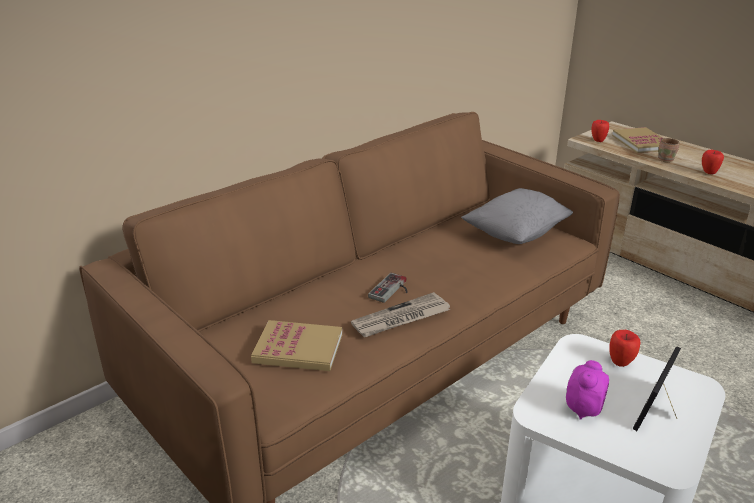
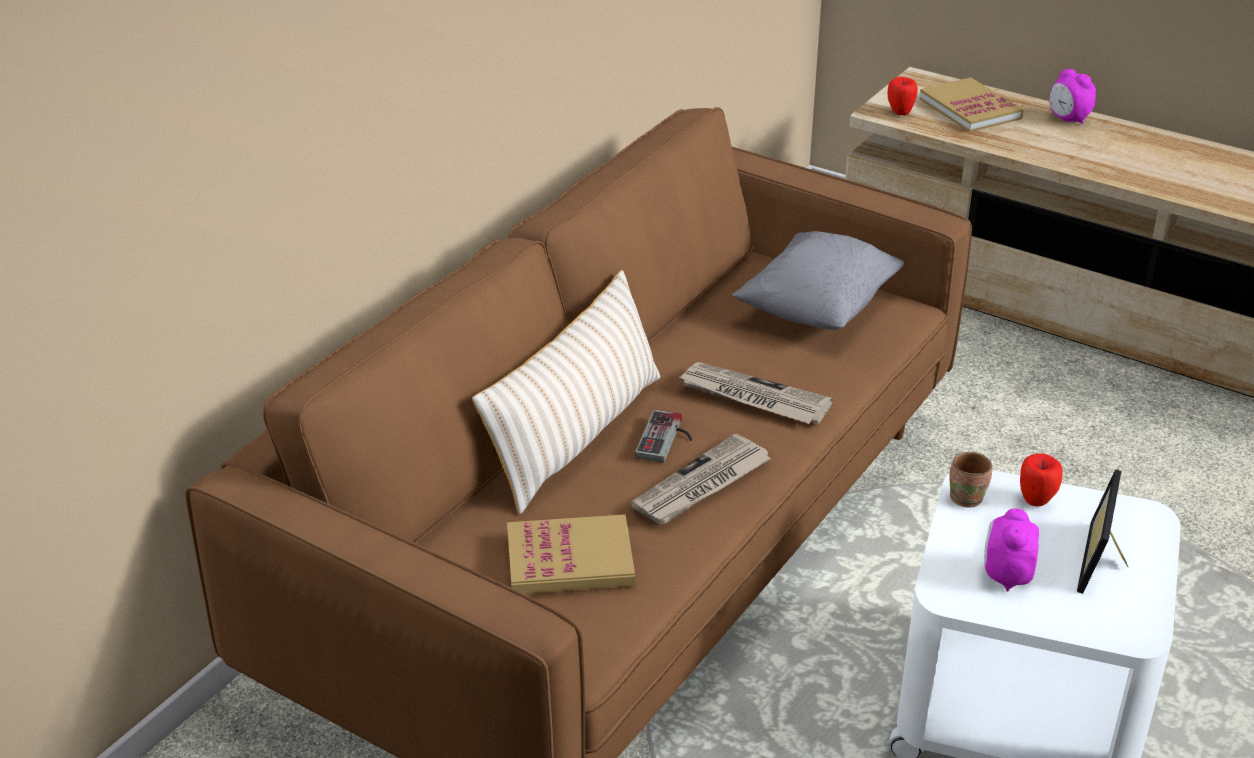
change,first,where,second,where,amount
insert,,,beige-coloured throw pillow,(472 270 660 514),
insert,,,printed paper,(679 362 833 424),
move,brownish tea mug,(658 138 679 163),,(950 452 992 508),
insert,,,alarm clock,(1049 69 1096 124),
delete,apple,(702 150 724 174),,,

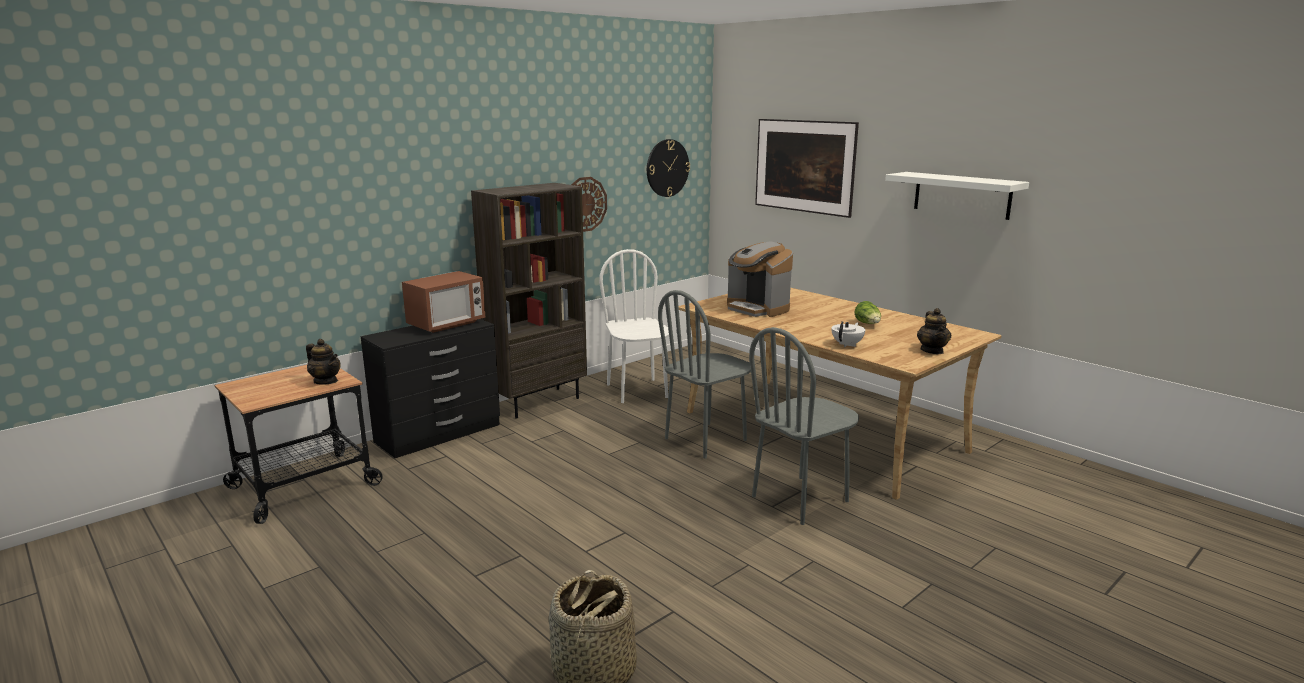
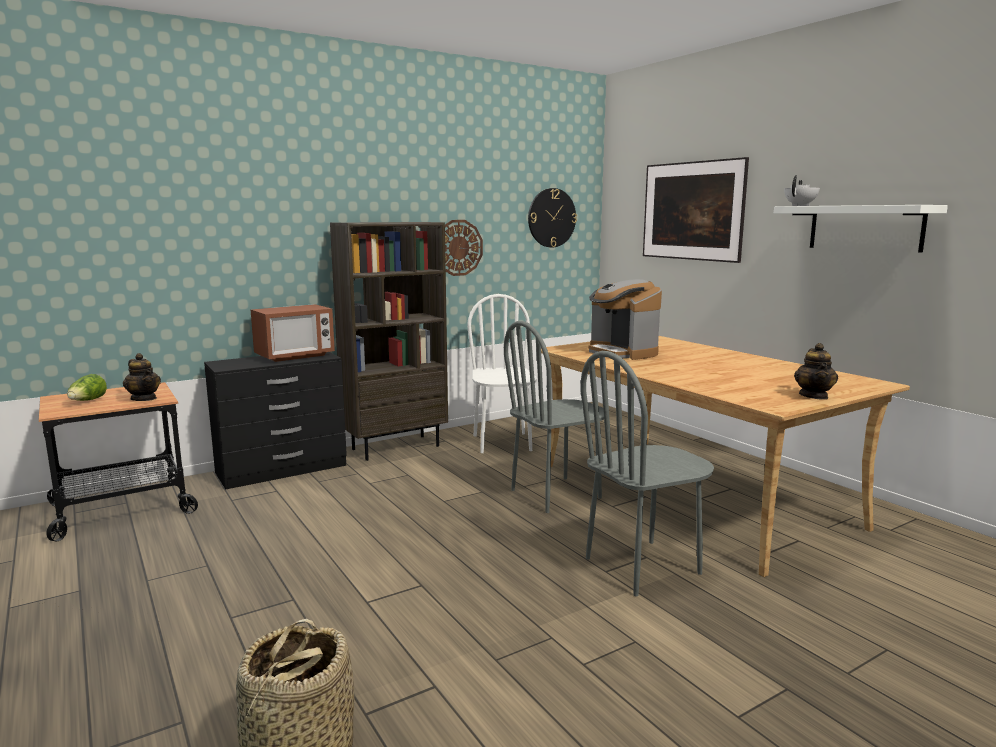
change,first,where,second,where,amount
move,head of lettuce,(855 301 881 324),,(67 374 107 401),
move,white teapot,(831 321 865 347),,(784 175 820 206),

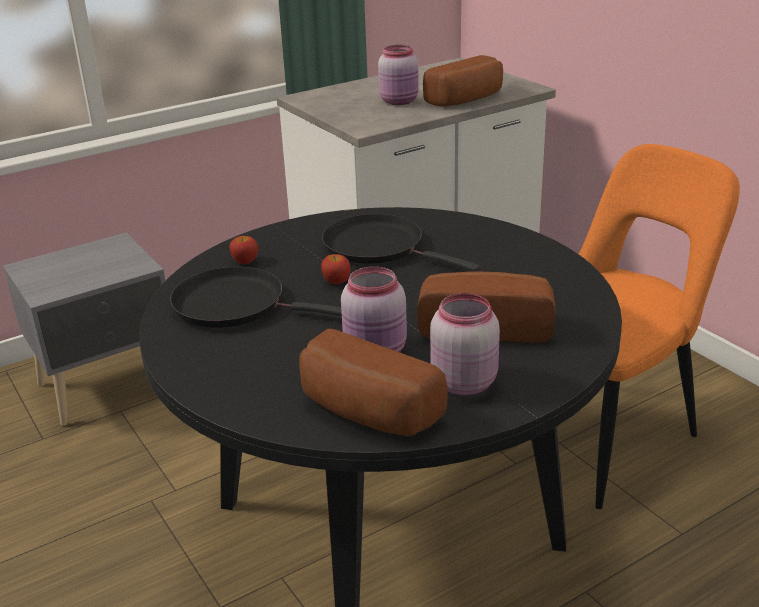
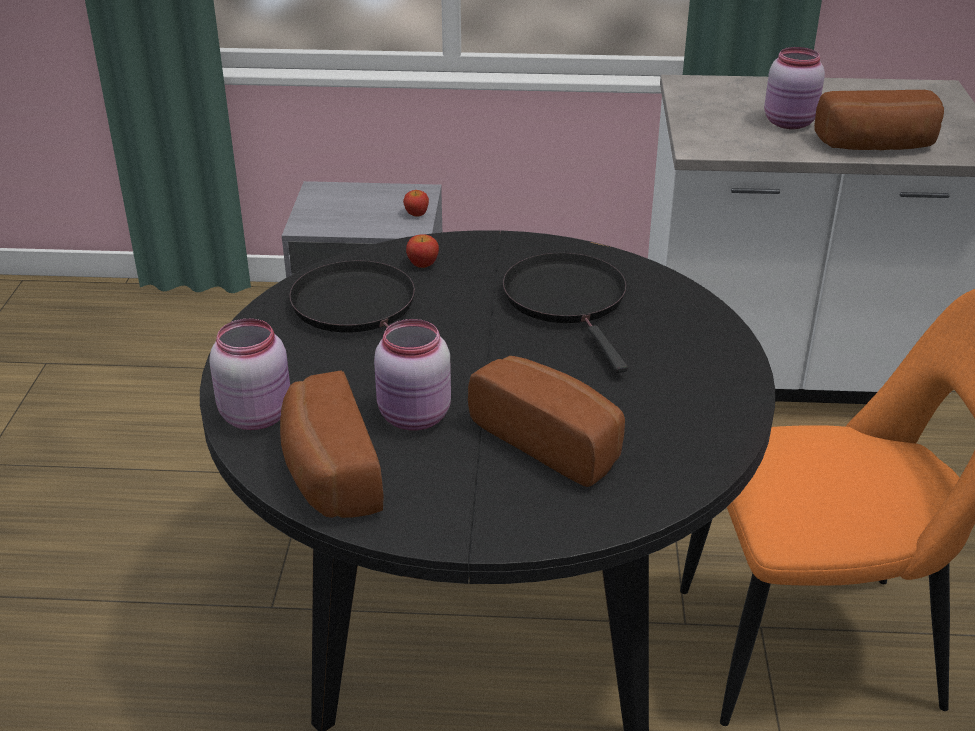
change,first,where,second,where,amount
move,pink jar,(430 293 500 395),,(209 319 290 430),
move,apple,(321 254 350 284),,(403 190 429 217),

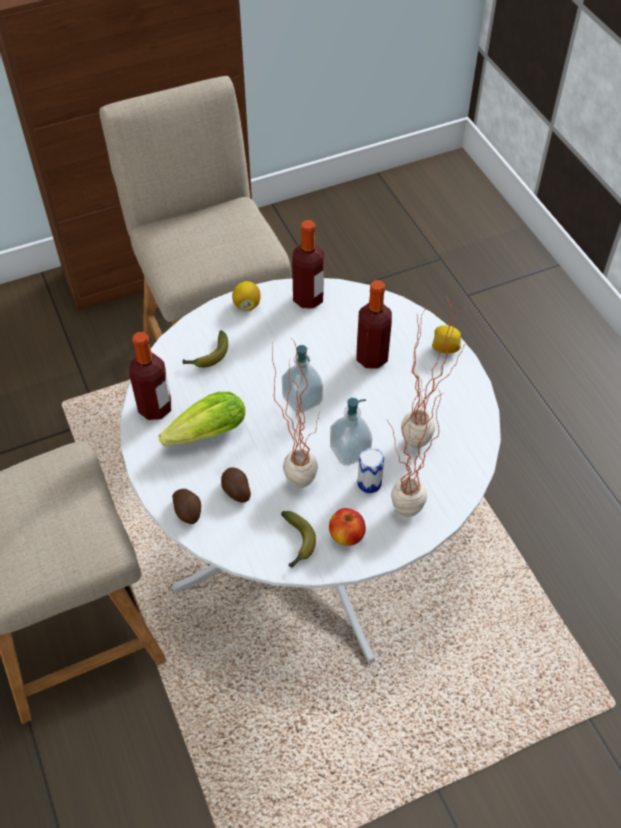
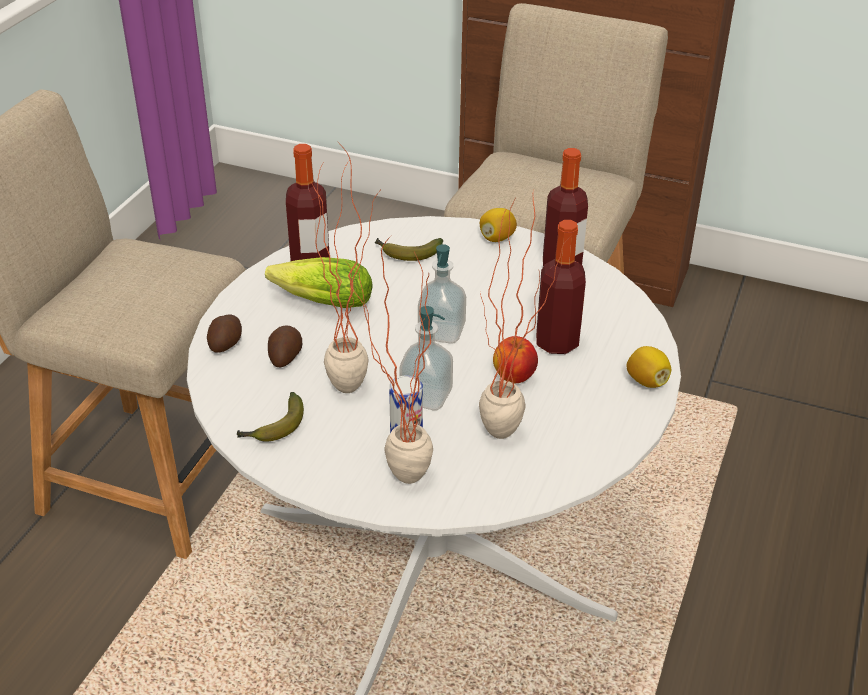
change,first,where,second,where,amount
move,apple,(329 508 366 546),,(493 336 538 383),

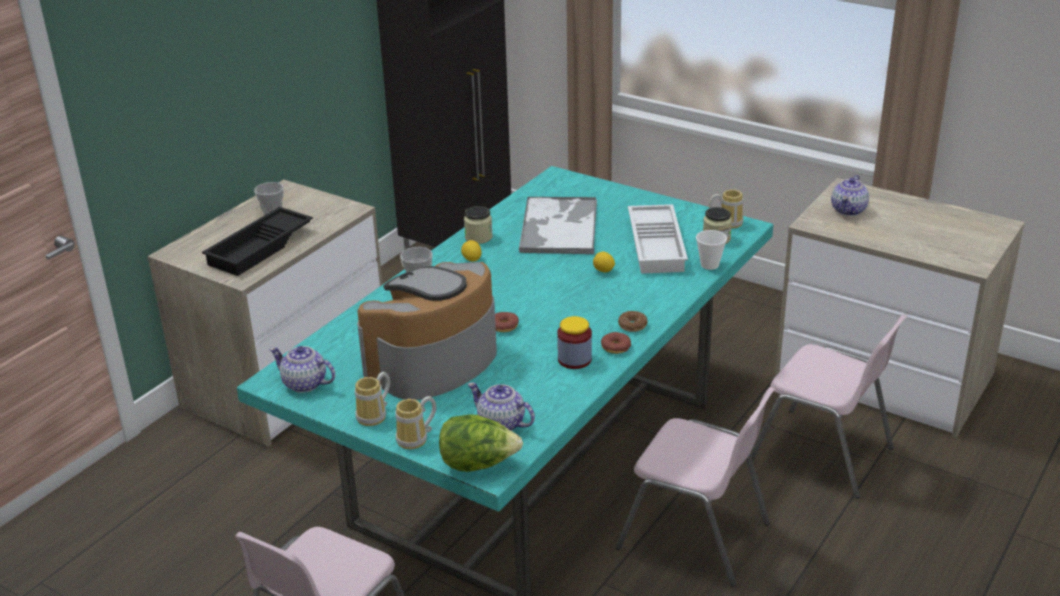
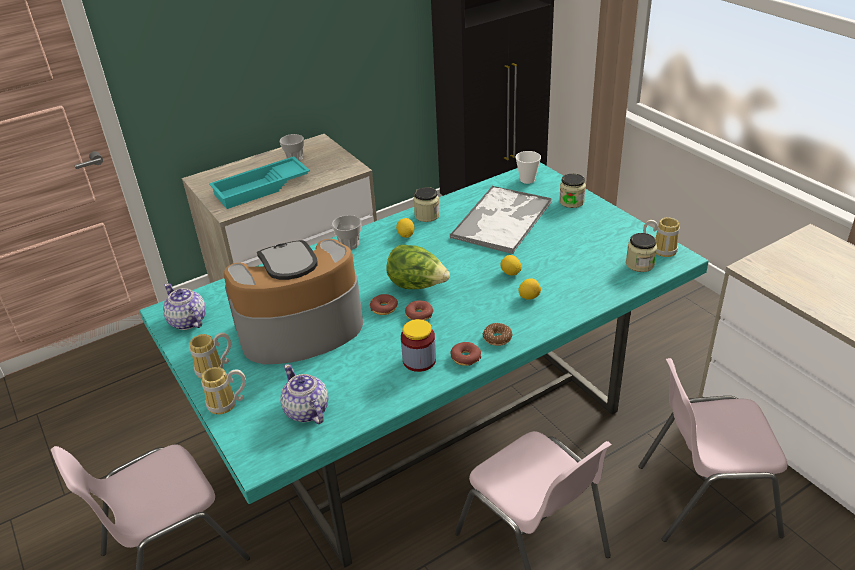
change,first,where,second,where,amount
recolor,black carrying tray,(202 207 313 276),blue-green carrying tray,(209 156 310 209),
move,head of lettuce,(439 415 523 472),,(387 245 450 289),
insert,,,donut,(405 301 434 320),
move,cup,(696 230 727 270),,(515 151 541 184),
insert,,,lemon,(518 278 541 300),
insert,,,jar,(559 174 586 208),
rotate,pink plain chair,(751 315 907 499),,(639 358 788 542),120 degrees clockwise
delete,white carrying tray,(628 204 688 274),,,
delete,teapot,(831 175 869 216),,,

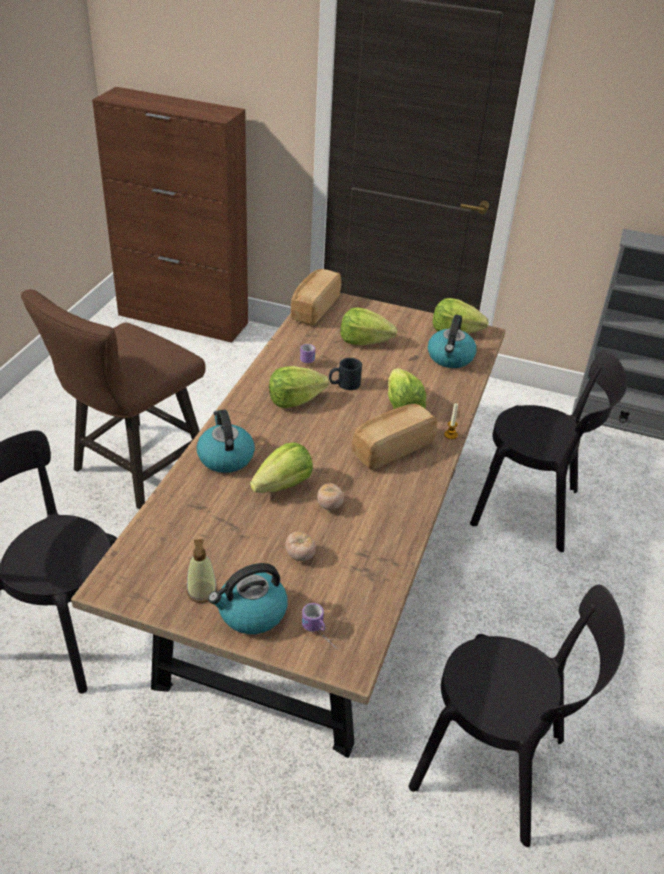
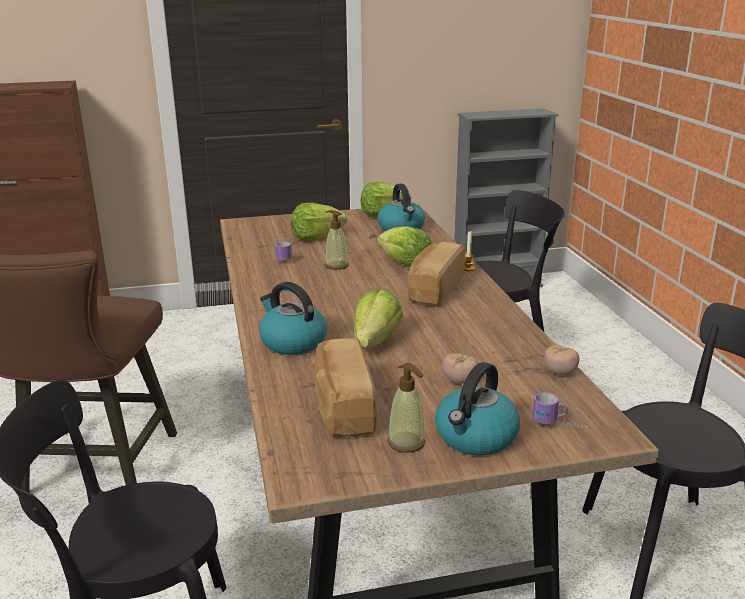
change,first,where,second,where,amount
move,bread,(291 269 341 326),,(315 337 377 437),
replace,black tea mug,(329 358 362 390),liquid soap bottle,(325 210 349 270),
move,whole tomato,(317 483 344 510),,(544 345 579 375),
delete,head of lettuce,(269 366 329 408),,,

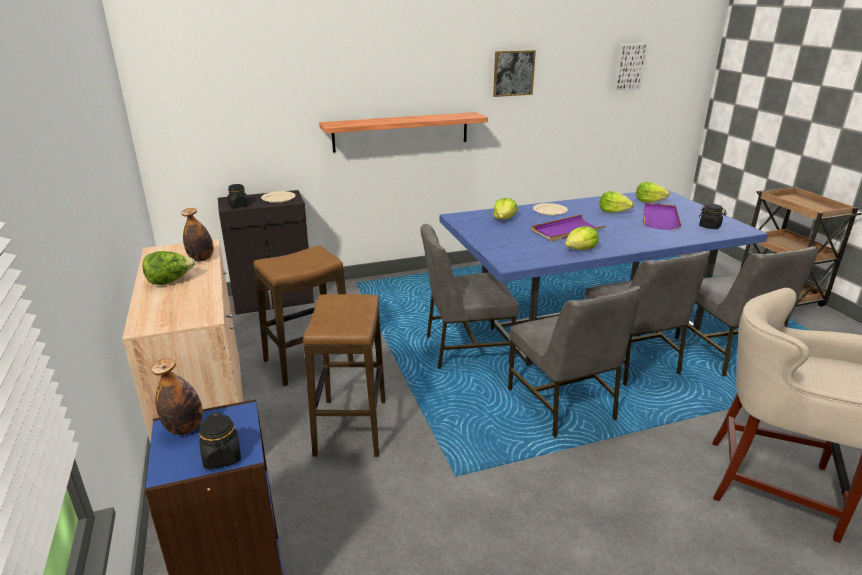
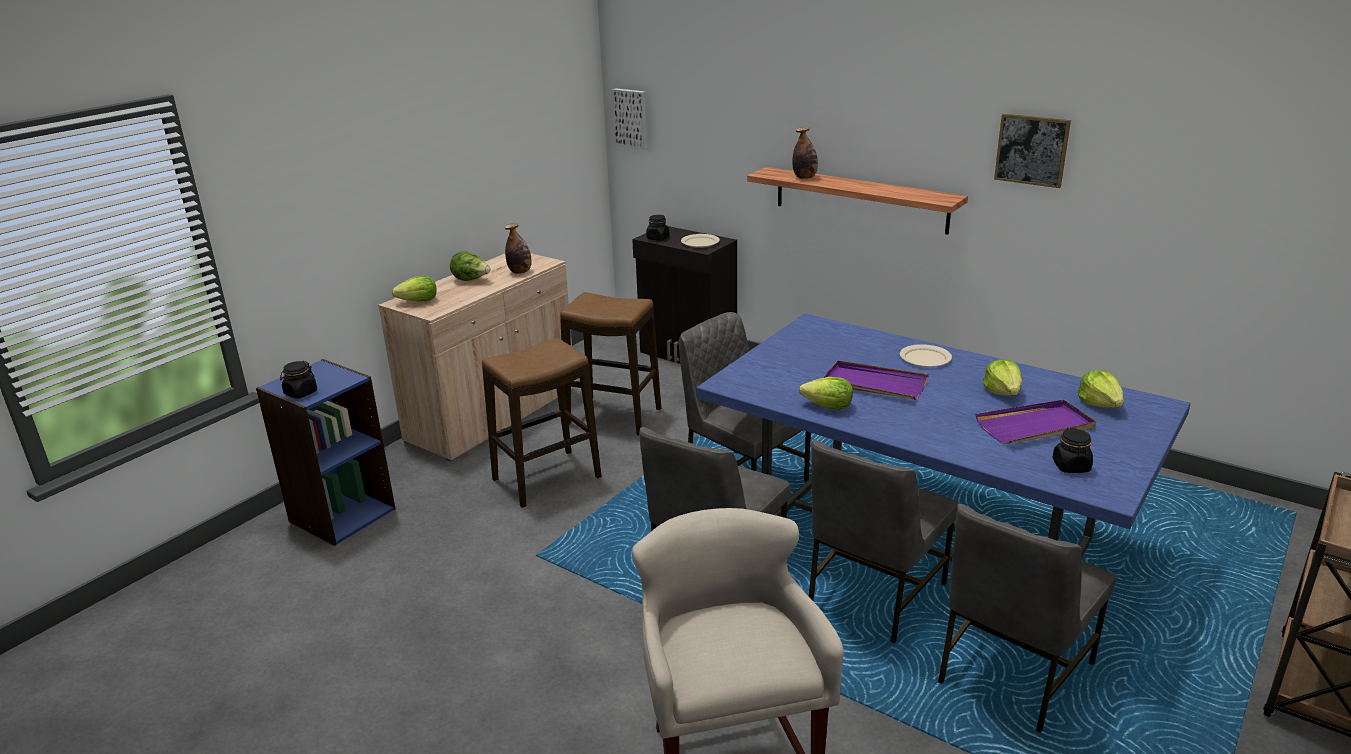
change,first,where,second,where,amount
move,head of lettuce,(493 198 518 219),,(392 276 437 302),
move,picture,(614 43 647 91),,(612 88 648 150),
move,drink bottle,(151 358 203 435),,(792 127 818 179),

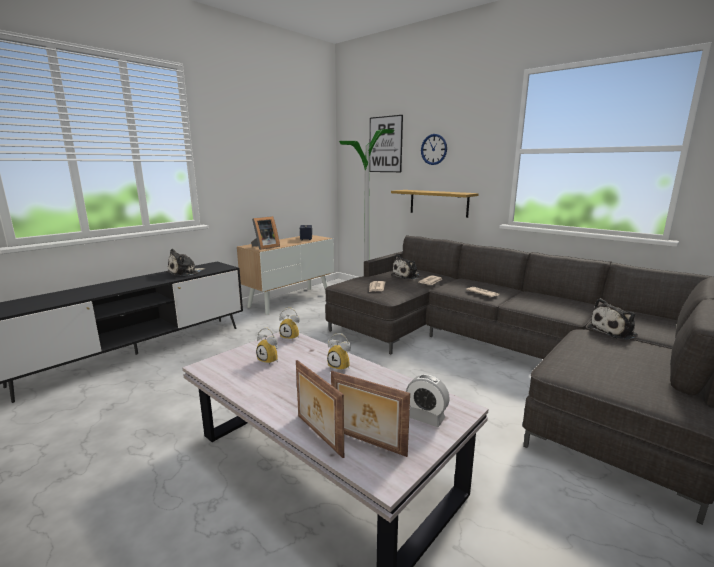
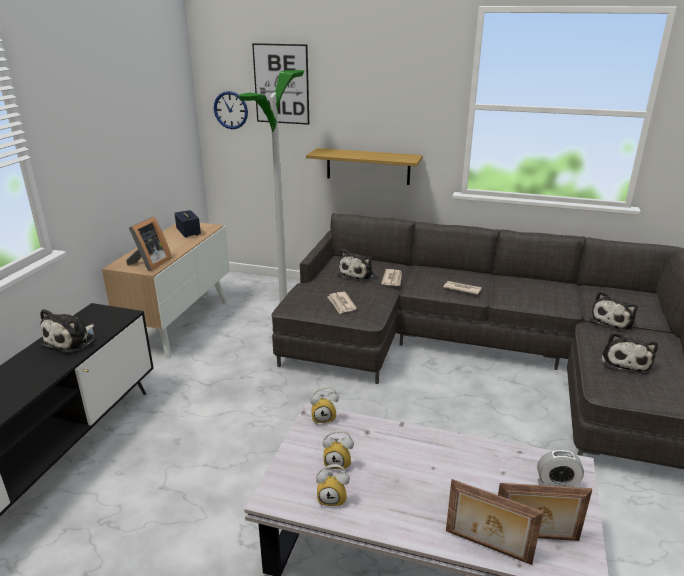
change,first,where,second,where,amount
move,clock on the wall,(421 134 447 165),,(214 91 248 129),
move,alarm clock,(327 333 351 370),,(316 464 350 507),
insert,,,plush toy,(601 332 658 374),

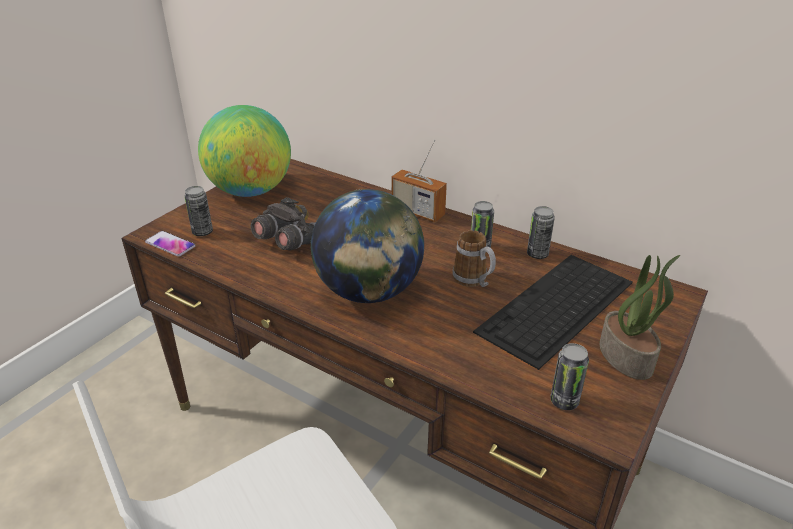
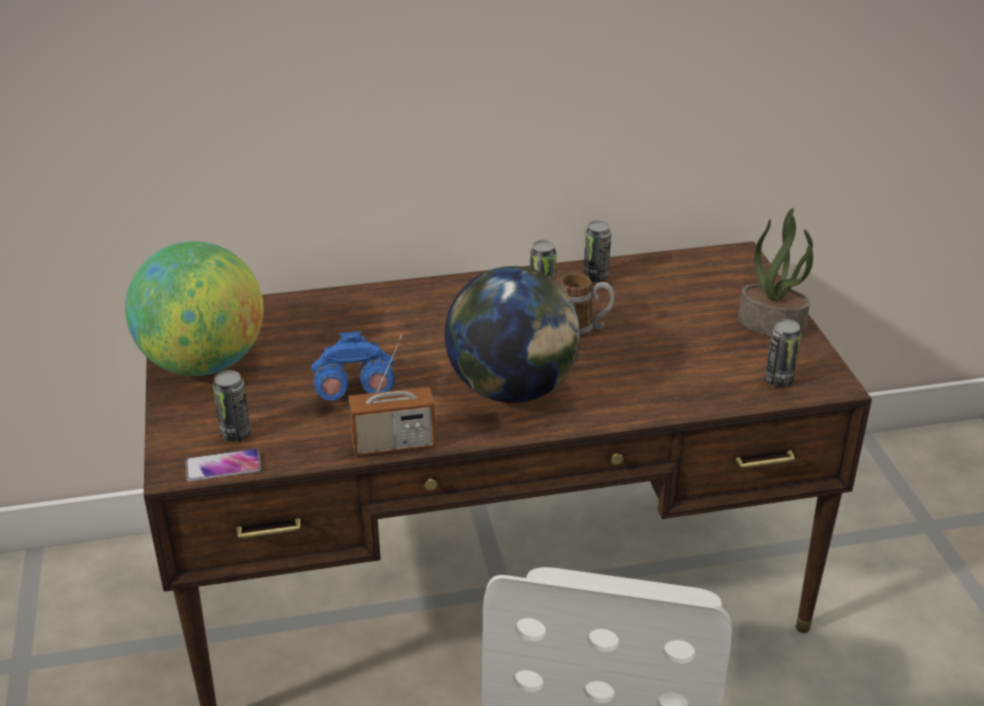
change,first,where,second,where,amount
recolor,gray binoculars,(251 197 316 250),bluish binoculars,(312 331 395 400),
move,radio set,(391 140 447 222),,(349 335 436 456),
delete,computer keyboard,(473 255 633 370),,,

